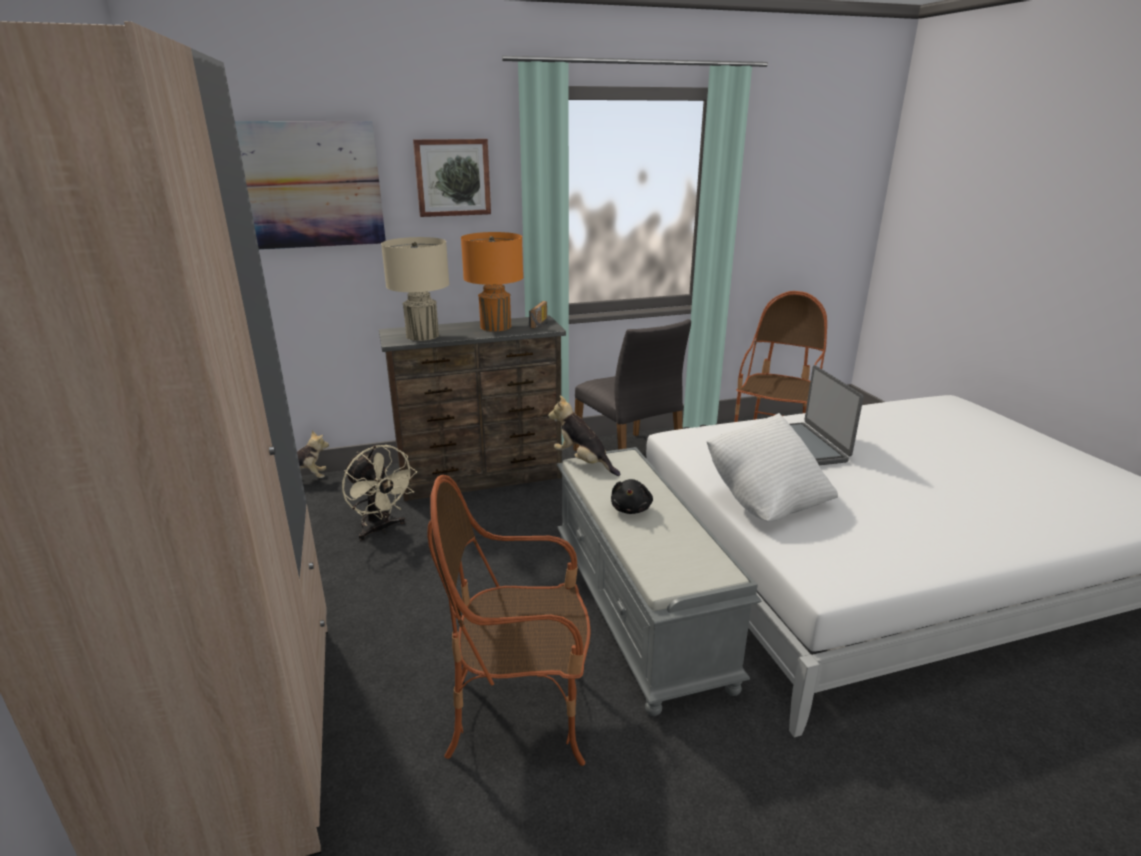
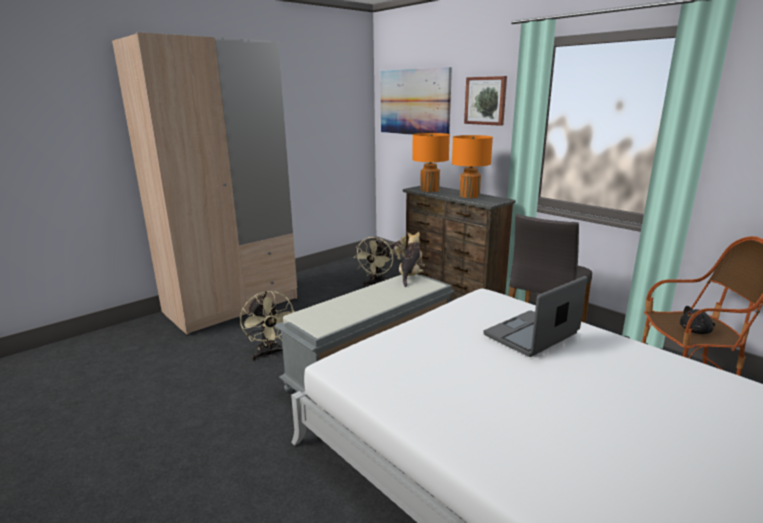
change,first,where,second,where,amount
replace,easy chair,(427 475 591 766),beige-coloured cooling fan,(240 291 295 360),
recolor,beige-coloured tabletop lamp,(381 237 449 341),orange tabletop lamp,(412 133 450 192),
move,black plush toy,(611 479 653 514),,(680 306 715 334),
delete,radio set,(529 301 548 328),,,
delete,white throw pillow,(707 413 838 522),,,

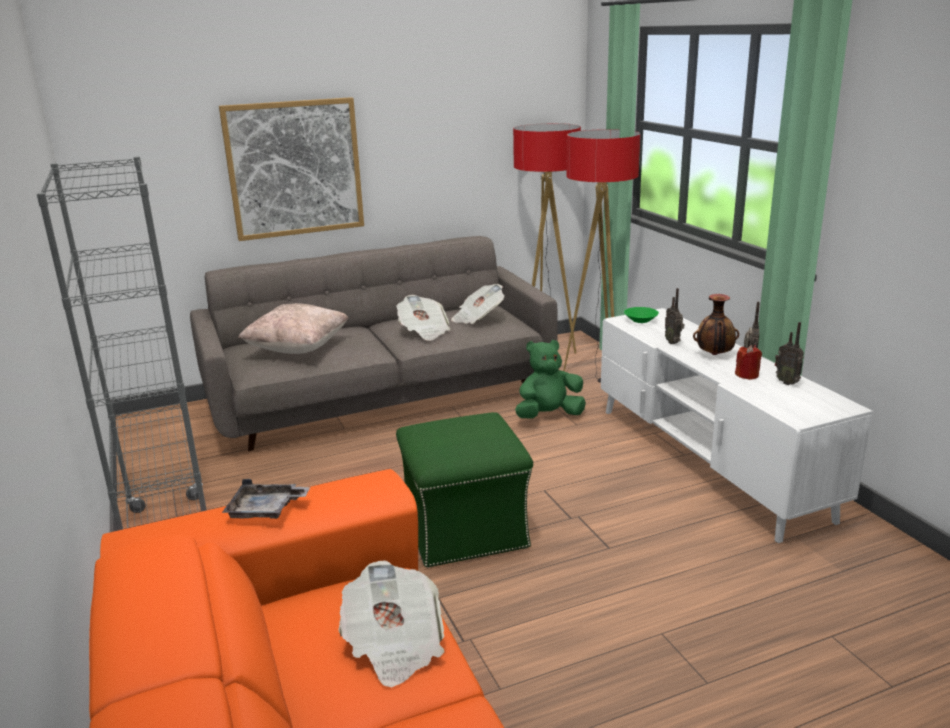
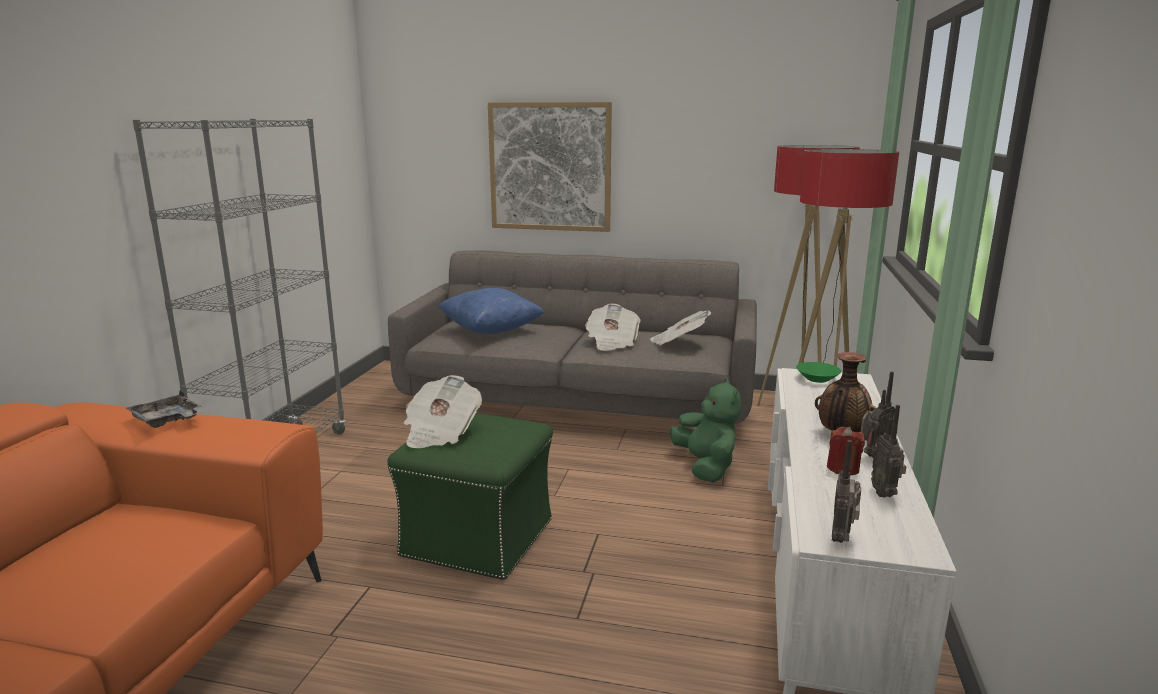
change,first,where,second,where,amount
move,printed paper,(338 561 444 687),,(404 375 482 448),
recolor,beige-coloured throw pillow,(238 303 348 354),bluish throw pillow,(438 288 544 334),
rotate,green plush toy,(515 340 586 418),,(670 378 741 483),60 degrees clockwise
move,radio set,(665 288 684 344),,(832 440 861 543),

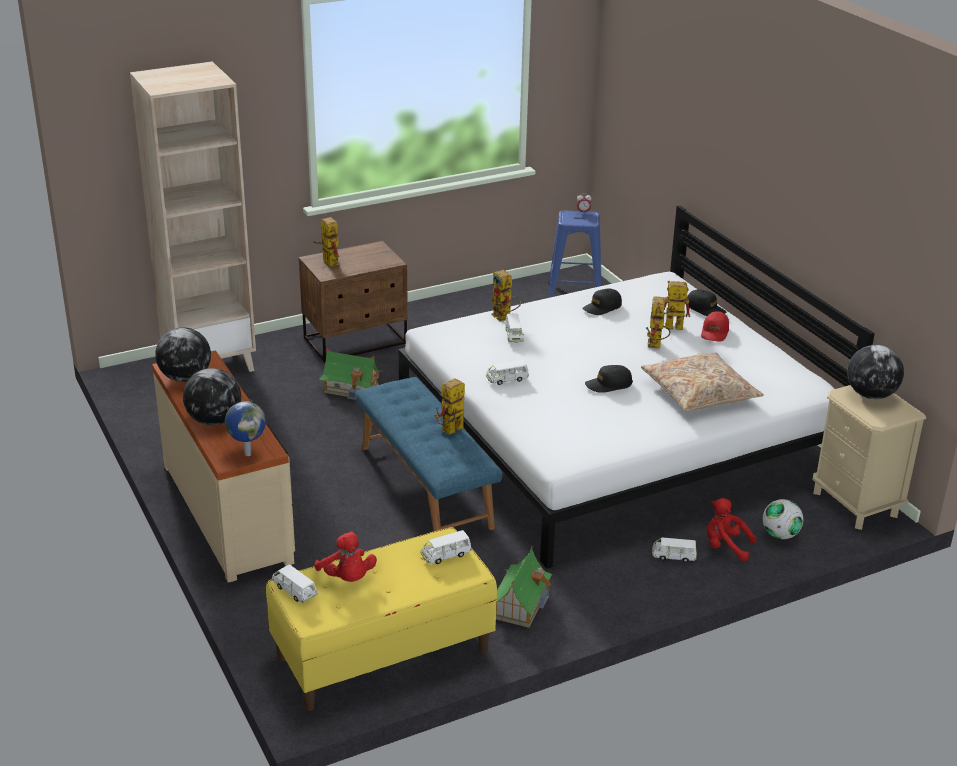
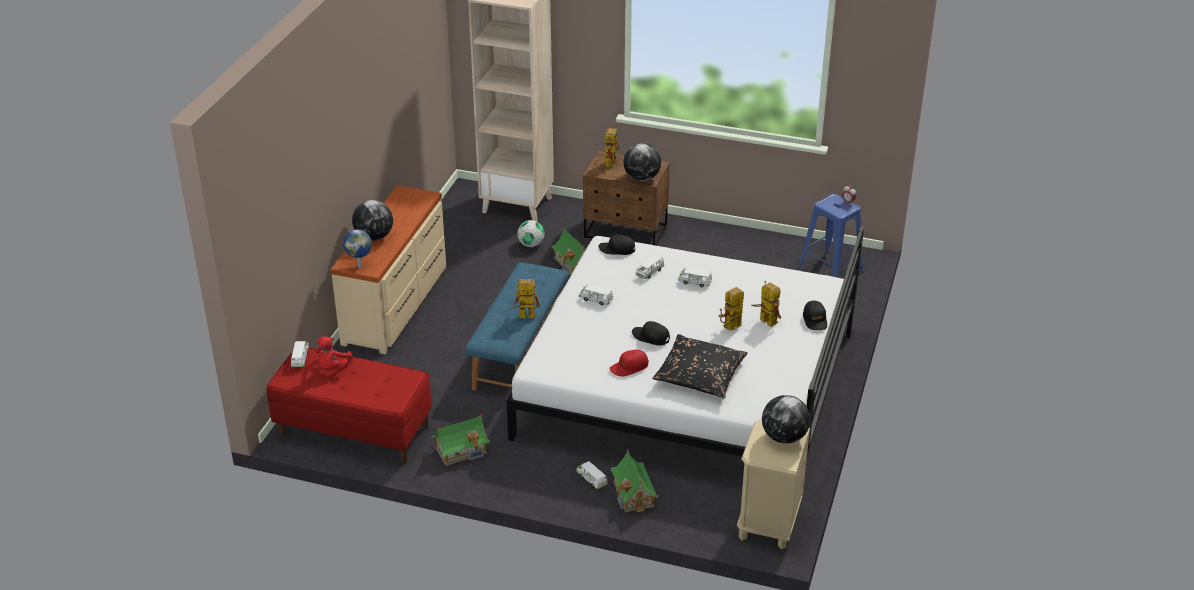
change,first,where,second,where,amount
recolor,yellow long seat,(266 527 497 711),red long seat,(267 348 432 464),
move,ball for football,(763 499 803 539),,(517 220 544 247),
move,black cap,(582 288 622 315),,(599 235 635 255),
move,red cap,(701 311 729 342),,(609 350 649 376),
replace,red plush toy,(707 498 757 561),miniature house,(611 448 658 513),
move,desk globe,(155 328 211 382),,(623 143 661 181),
recolor,beige-coloured throw pillow,(641 353 764 411),black throw pillow,(652 334 747 398),
move,white toy car,(420 530 472 564),,(678 268 712 287),
delete,model robot,(491 270 521 322),,,

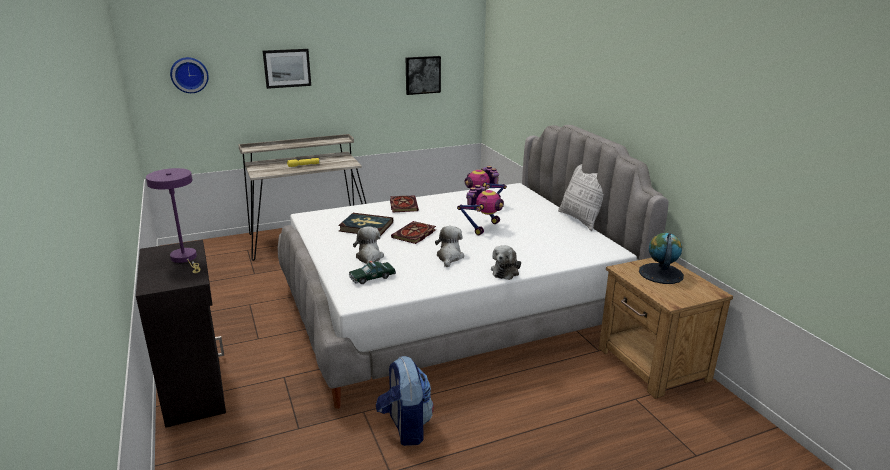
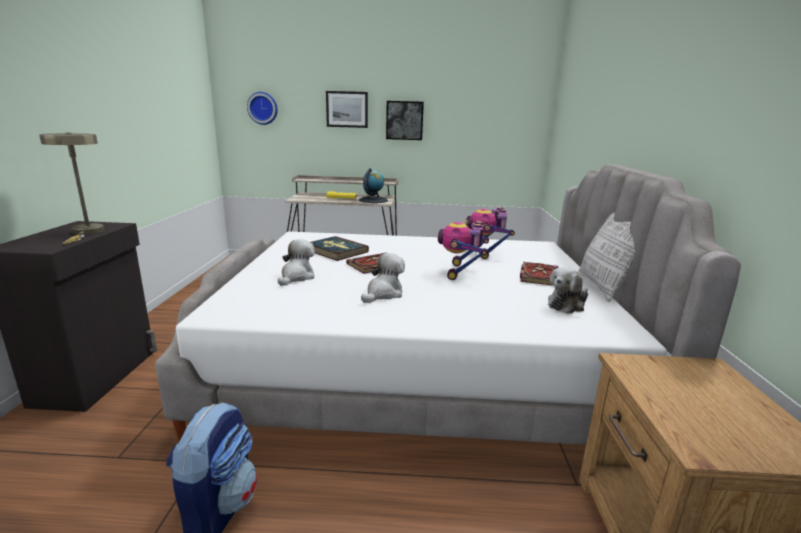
change,first,where,second,where,amount
recolor,purple tabletop lamp,(146 168 200 273),beige-coloured tabletop lamp,(39 132 104 244),
move,desk globe,(639 233 684 284),,(359 168 388 203),
move,picture,(406 56 441 95),,(386 101 424 140),
rotate,model robot,(457 185 504 235),,(437 221 489 280),135 degrees clockwise
move,book,(390 195 419 212),,(520 262 559 286),
move,plush toy,(491 245 521 280),,(548 267 588 314),
delete,toy car,(349 261 396 284),,,

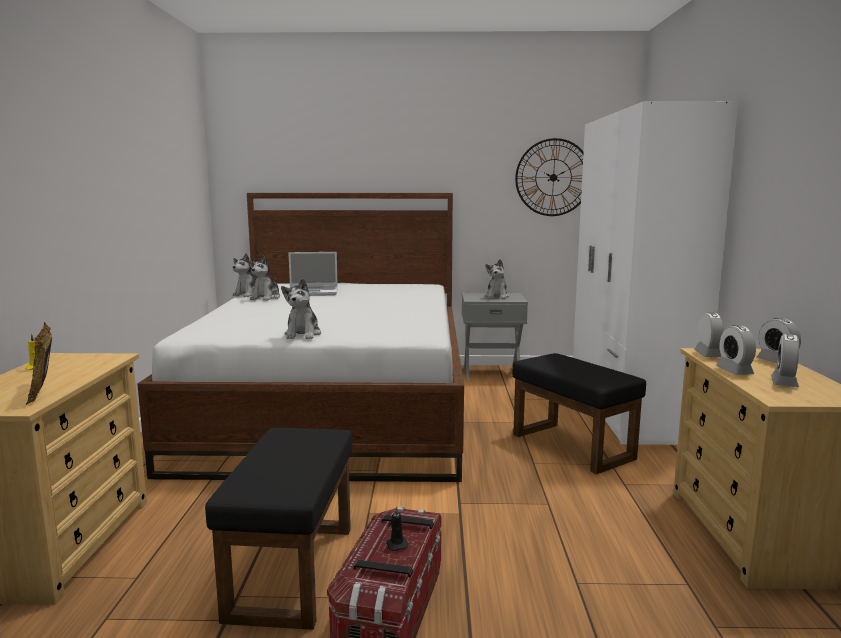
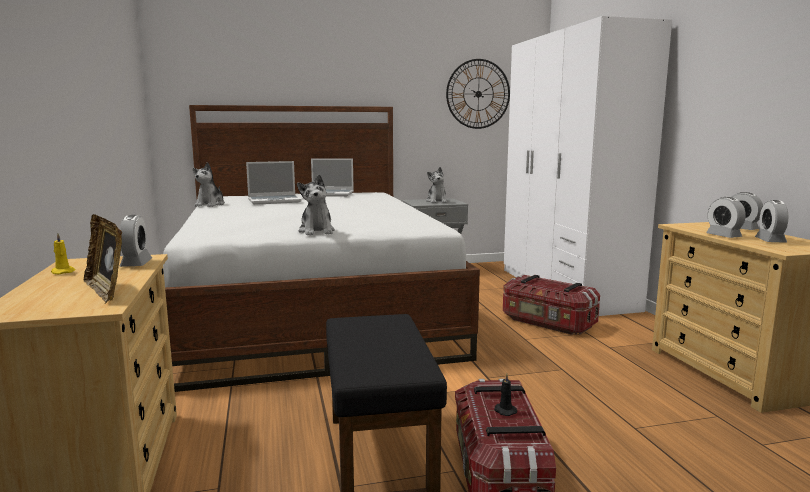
change,first,where,second,where,amount
move,alarm clock,(694 312 724 357),,(120 215 152 267),
insert,,,laptop,(311 158 354 197),
replace,black ottoman,(513 353 646 475),storage container,(503 275 600 335),
delete,plush toy,(249 255 280 301),,,

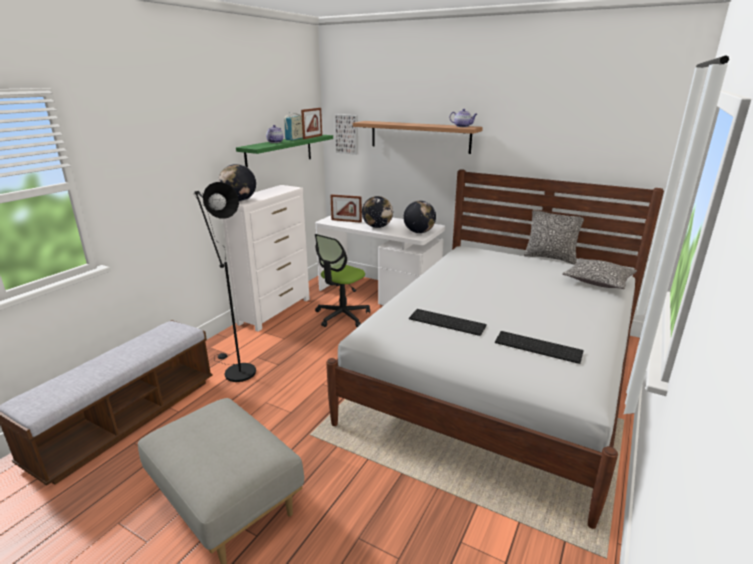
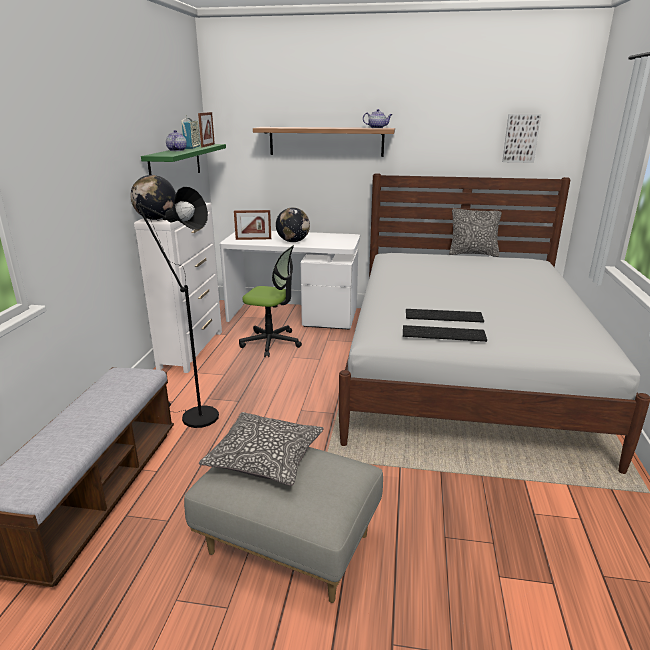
change,first,where,second,where,amount
move,throw pillow,(562 258 637 289),,(199 412 324 486),
rotate,desk chair,(315 234 370 327),,(239 245 302 357),90 degrees counterclockwise
move,computer keyboard,(495 331 584 364),,(403 325 487 342),
move,picture,(335 114 358 155),,(502 114 541 163),
delete,desk globe,(403 201 436 233),,,

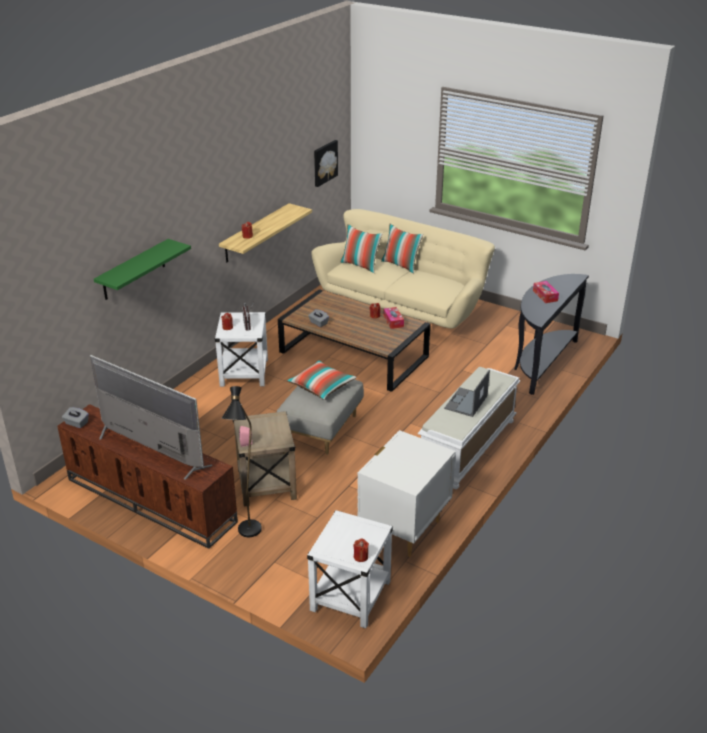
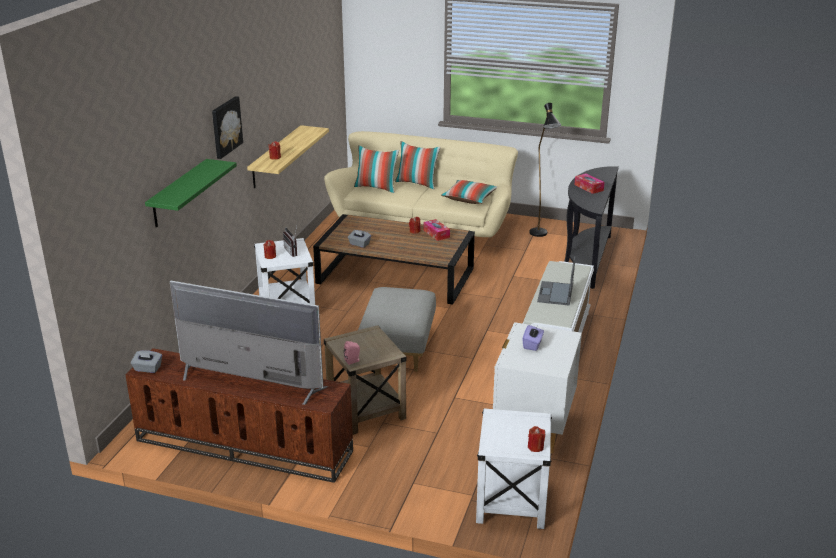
change,first,where,second,where,amount
move,picture,(314 140 338 187),,(212 96 243 159),
move,throw pillow,(287 360 357 400),,(441 180 497 204),
insert,,,purple tissue holder,(522 325 544 351),
move,black standard lamp,(221 386 262 537),,(529 103 561 237),

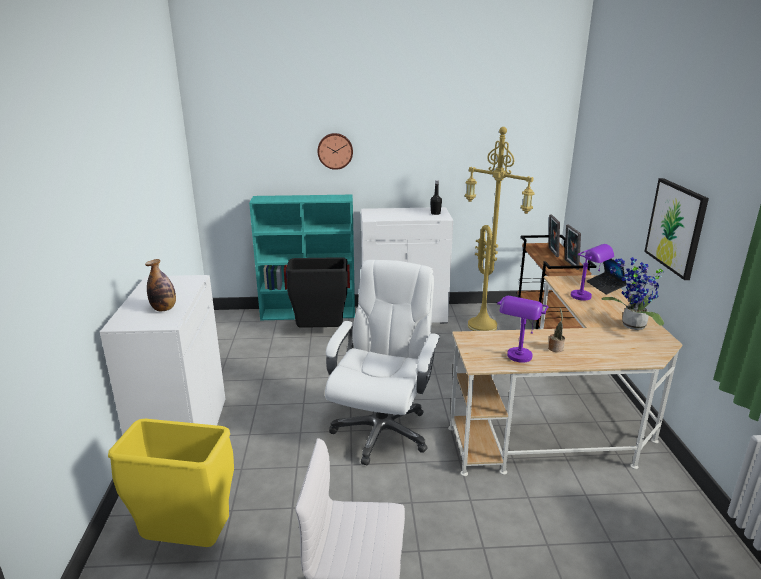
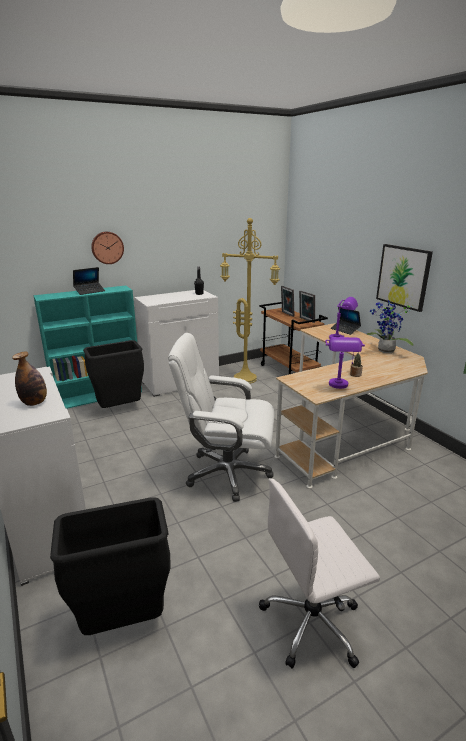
change,first,where,second,where,amount
recolor,yellow waste bin,(108 419 234 547),black waste bin,(50 497 170 635),
insert,,,laptop,(73 267 105 295),
rotate,white desk chair,(325 260 440 465),,(168 333 274 502),75 degrees counterclockwise

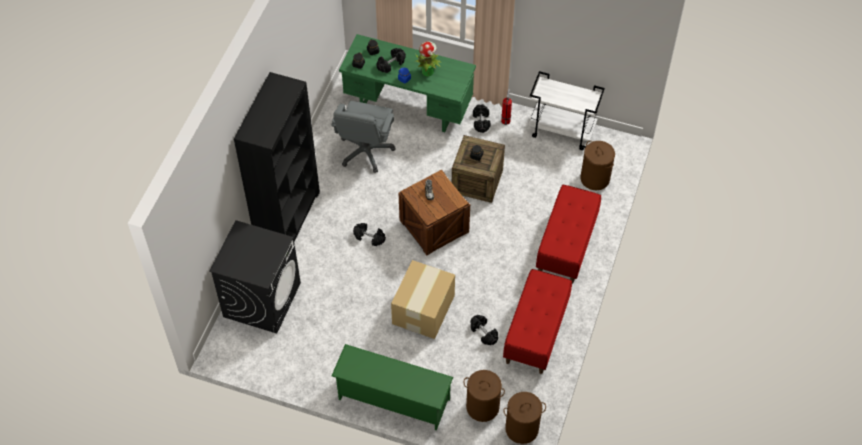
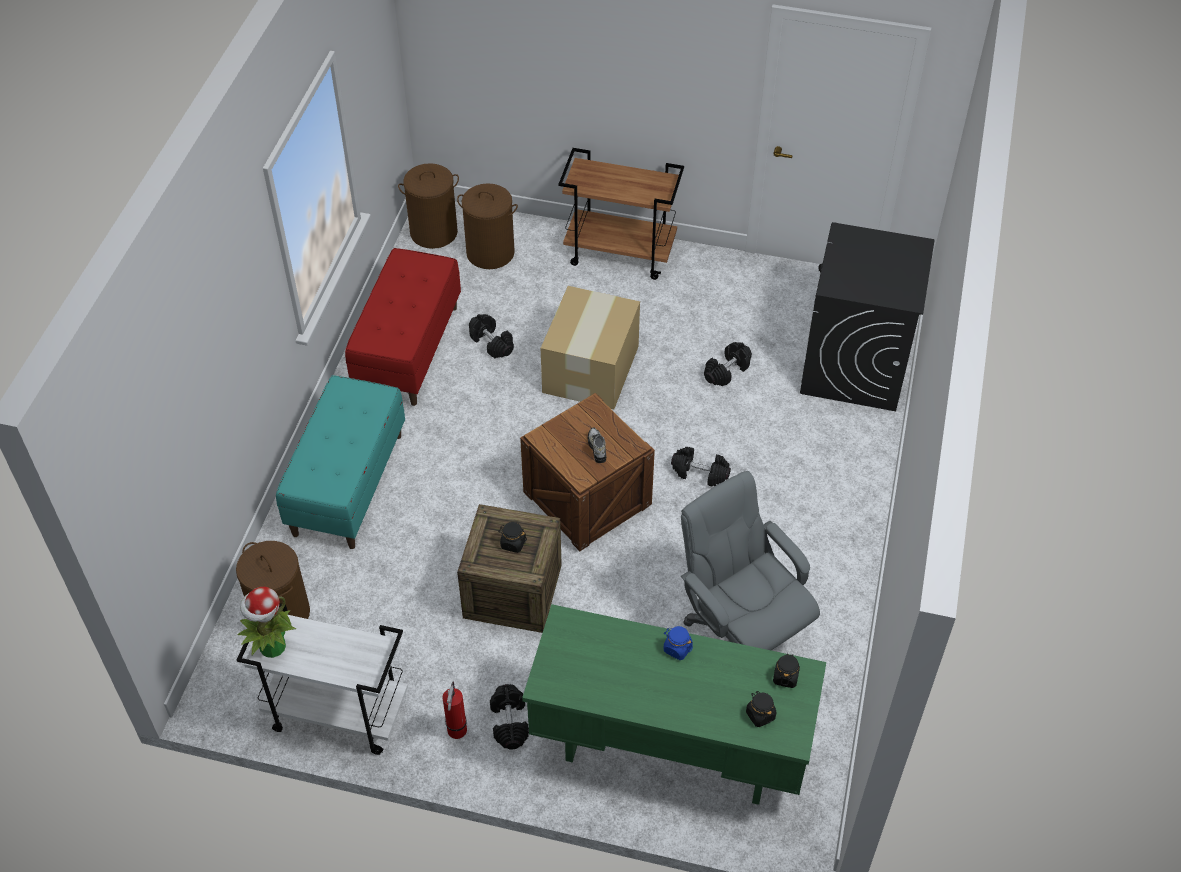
change,first,where,second,where,amount
move,potted plant,(415 41 441 76),,(238 587 296 658),
recolor,red long seat,(536 185 601 284),blue-green long seat,(276 375 405 549),
replace,green shoe stand,(332 344 453 431),brownish wheeled cart,(559 148 684 280),
rotate,gray desk chair,(331 101 395 173),,(681 471 820 650),45 degrees counterclockwise
move,black hand weight,(376 48 406 73),,(704 342 752 386),
delete,black shelving unit,(234 72 320 241),,,

